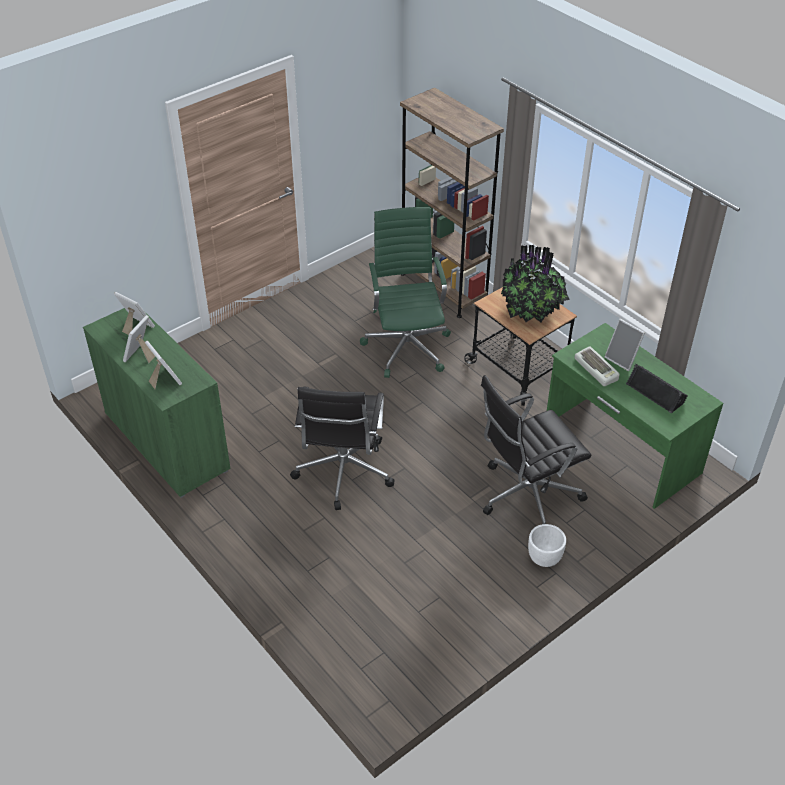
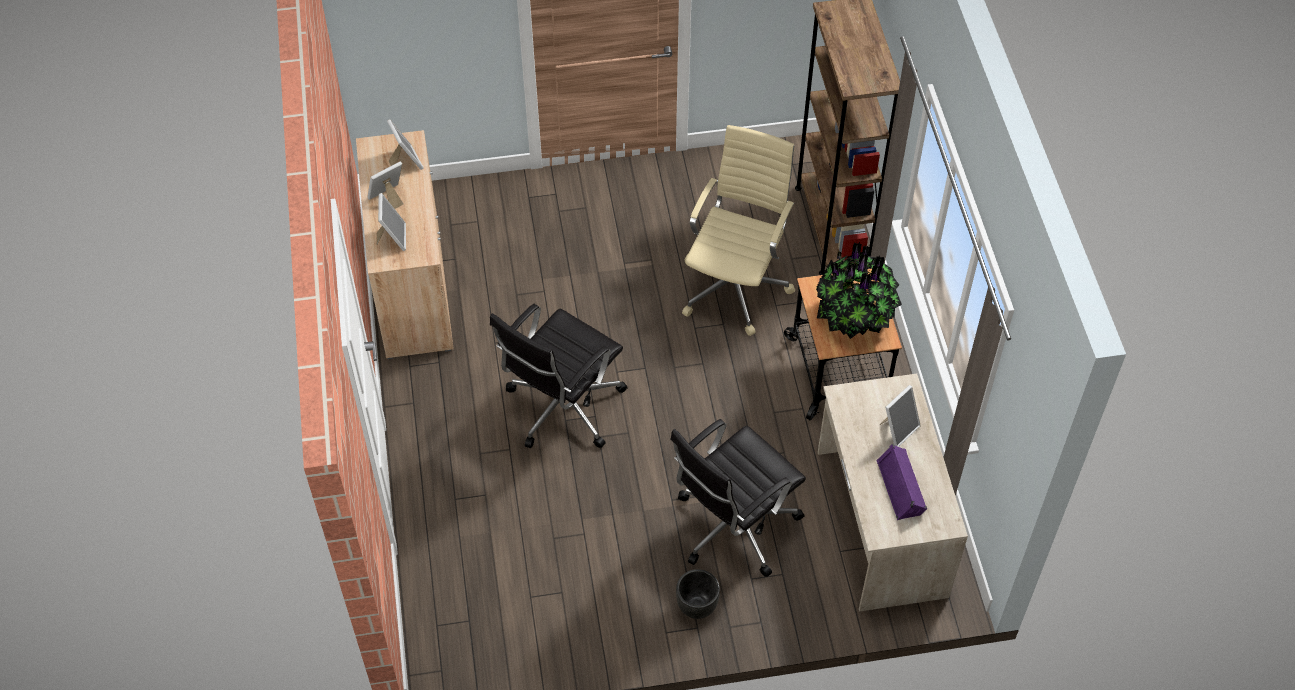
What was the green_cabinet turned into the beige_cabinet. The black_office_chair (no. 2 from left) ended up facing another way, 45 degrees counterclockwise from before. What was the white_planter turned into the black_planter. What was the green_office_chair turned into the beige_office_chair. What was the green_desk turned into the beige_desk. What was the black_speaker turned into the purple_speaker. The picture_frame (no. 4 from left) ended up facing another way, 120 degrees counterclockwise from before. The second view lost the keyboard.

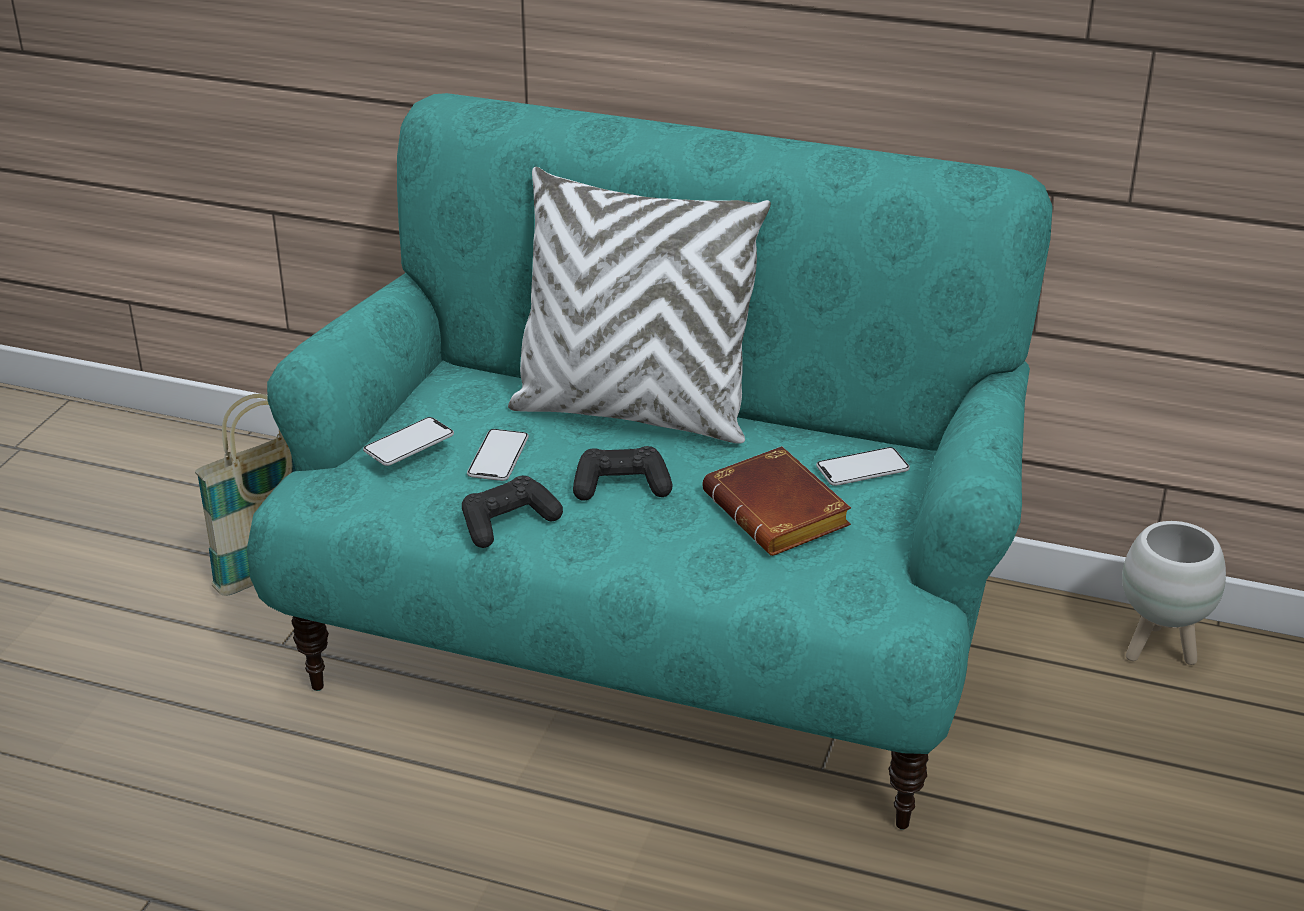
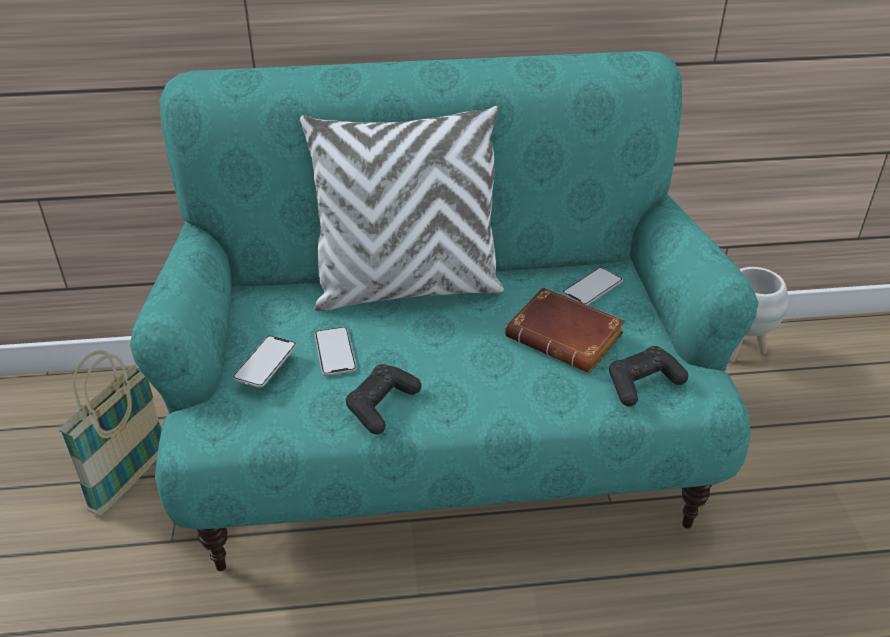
The black_game_controller (no. 2 from left) ended up elsewhere.

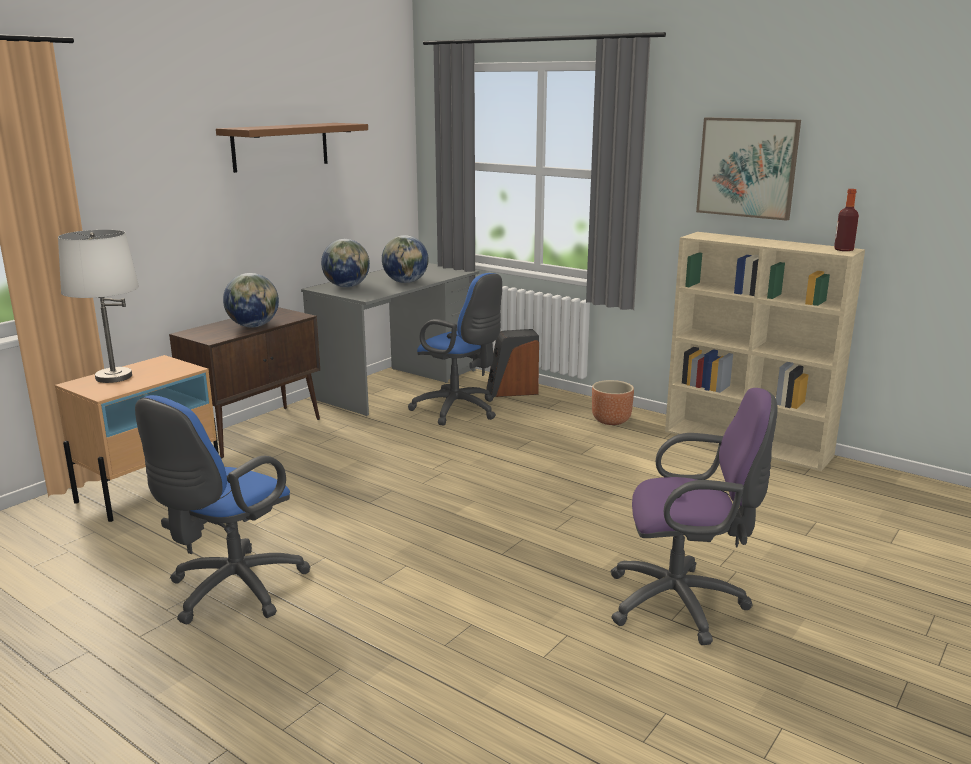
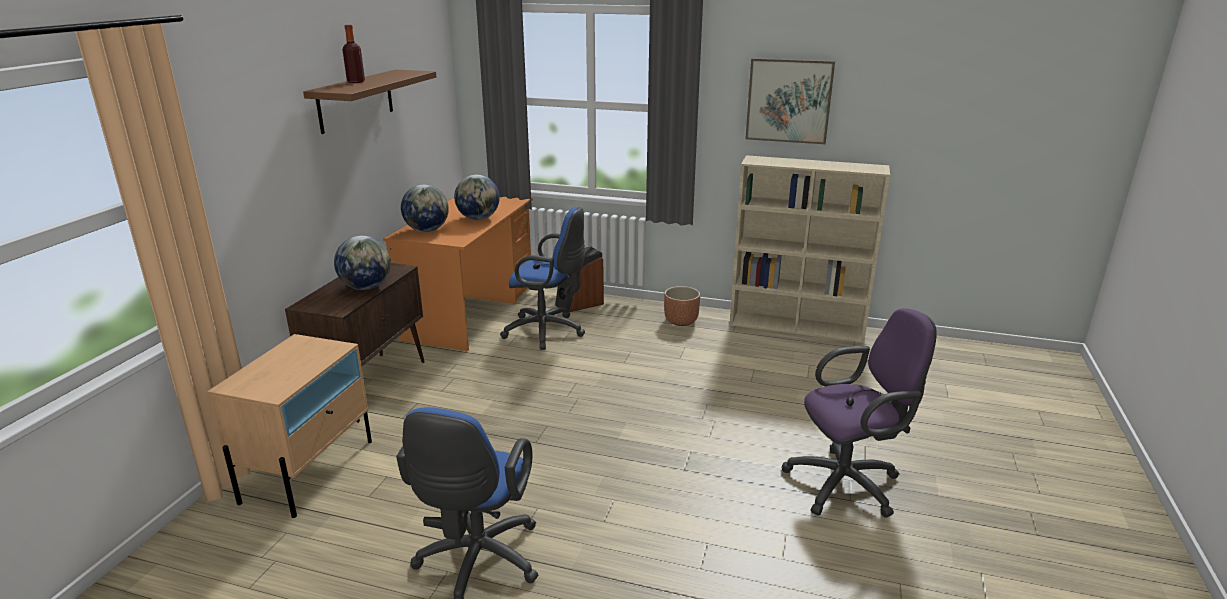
The bottle ended up elsewhere. What was the grey_desk turned into the orange_desk. The second view lost the white_table_lamp.

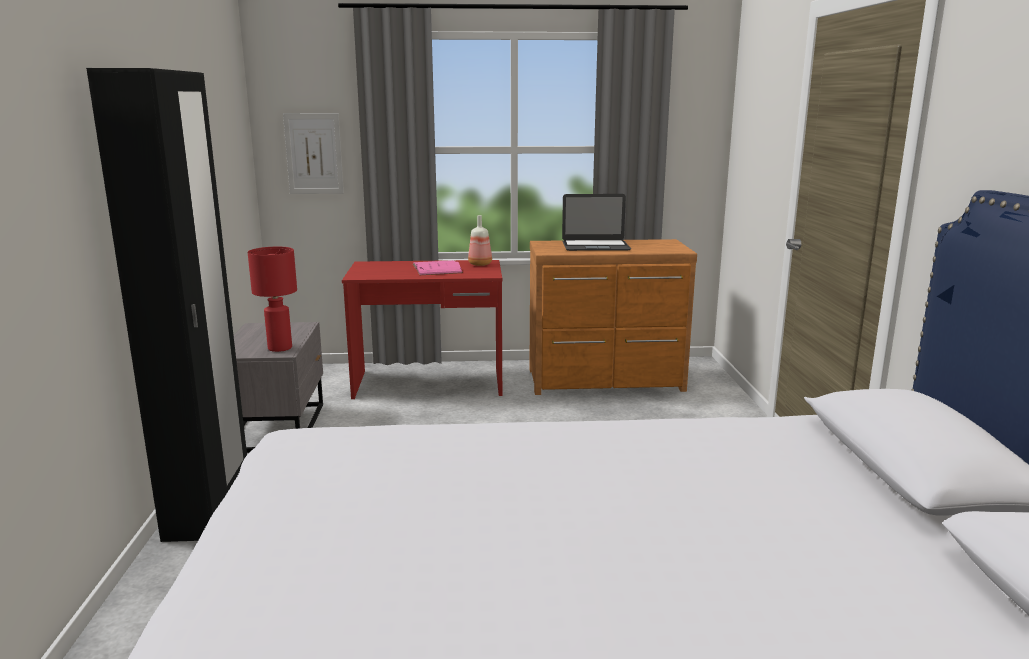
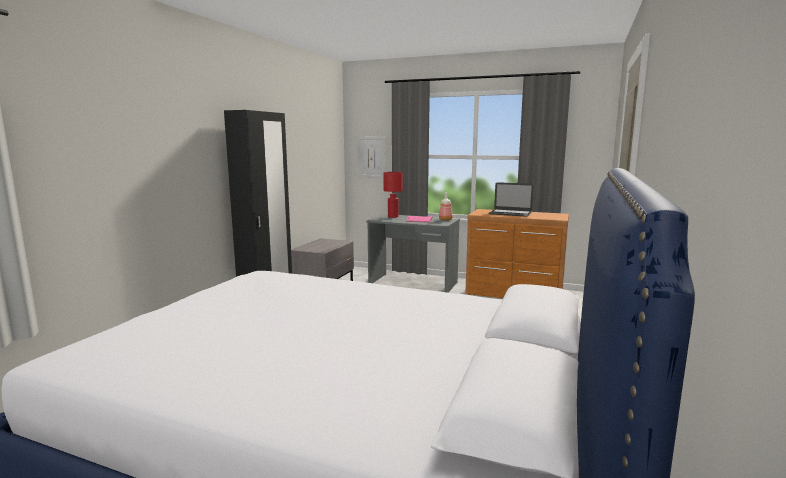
What was the red_desk turned into the grey_desk. The red_table_lamp ended up elsewhere.

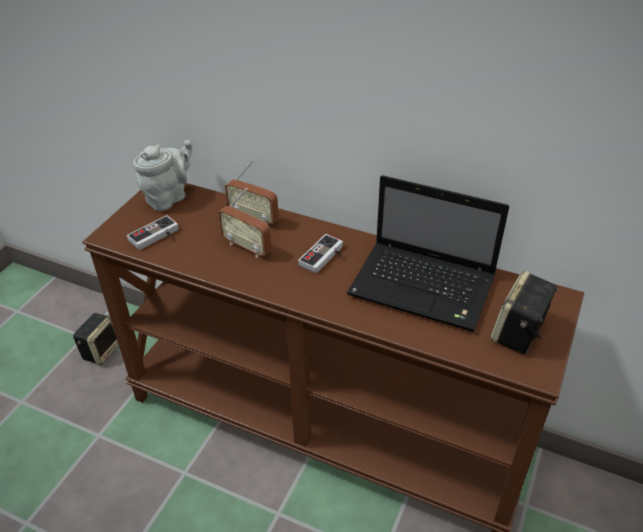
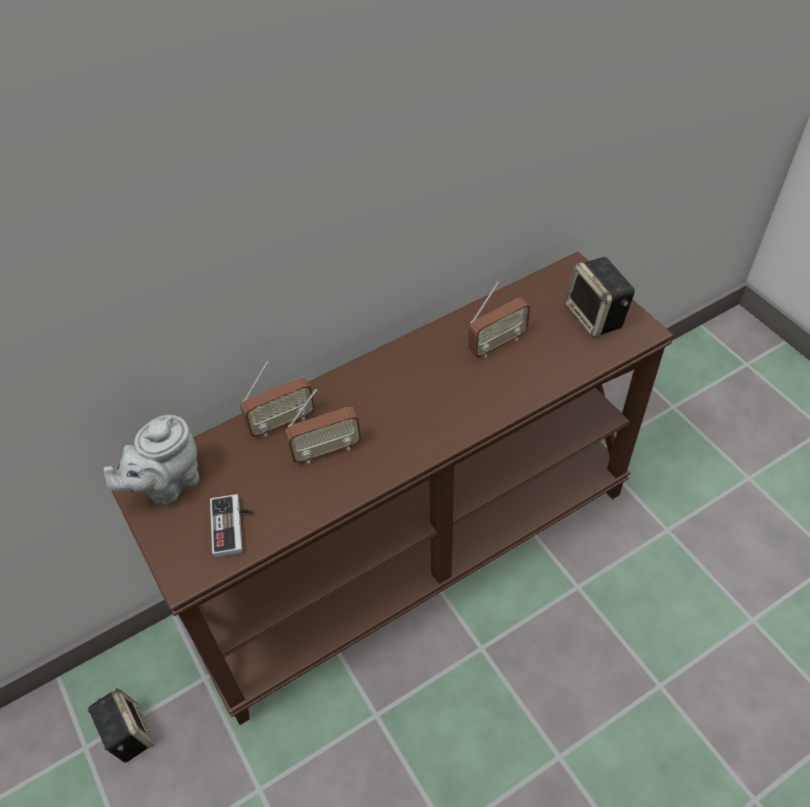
The grey_teapot ended up facing another way, 120 degrees counterclockwise from before. Where the laptop stood, the radio (no. 3 from left) came to stand. The second view lost the game_controller (no. 2 from left).

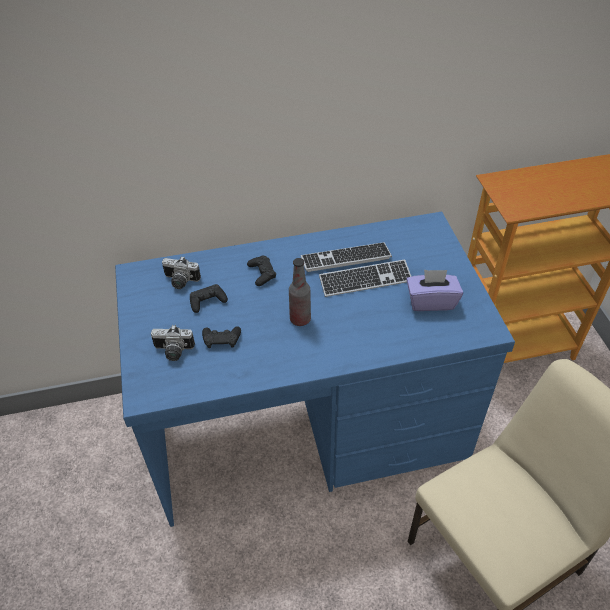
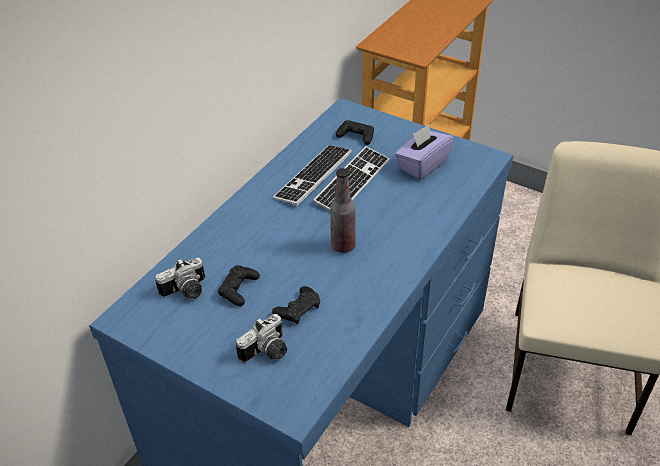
The black_game_controller (no. 3 from left) ended up elsewhere.

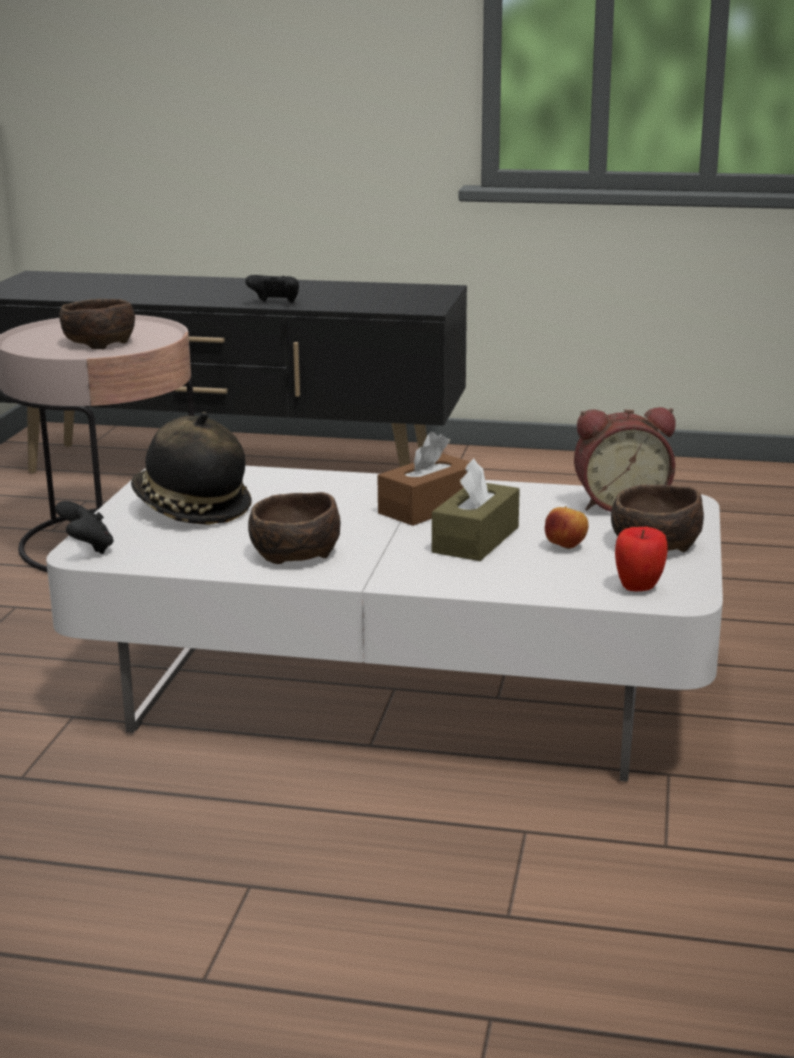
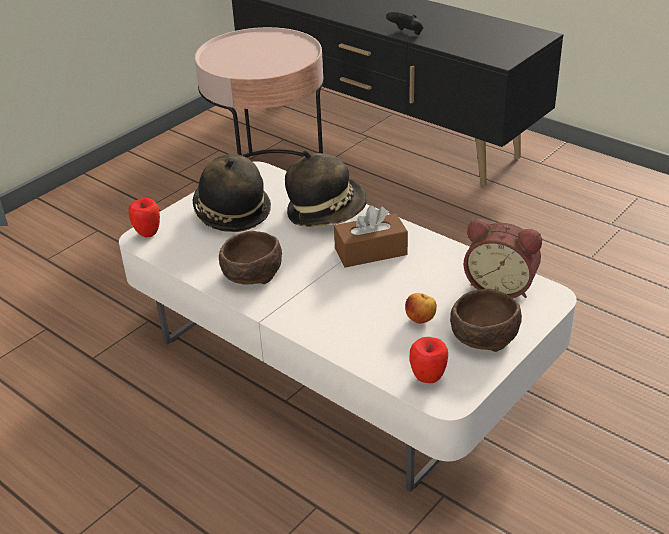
Where the black_game_controller (no. 1 from left) stood, the apple (no. 1 from left) came to stand. The second view gained the hat (no. 2 from left). The second view lost the brown_bowl (no. 1 from left). The second view lost the brown_tissue_box (no. 2 from left).

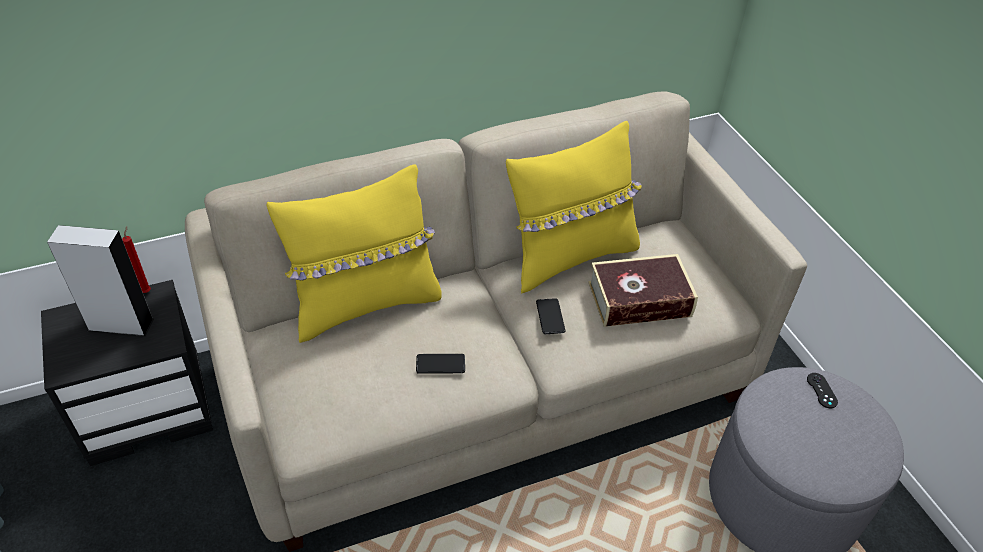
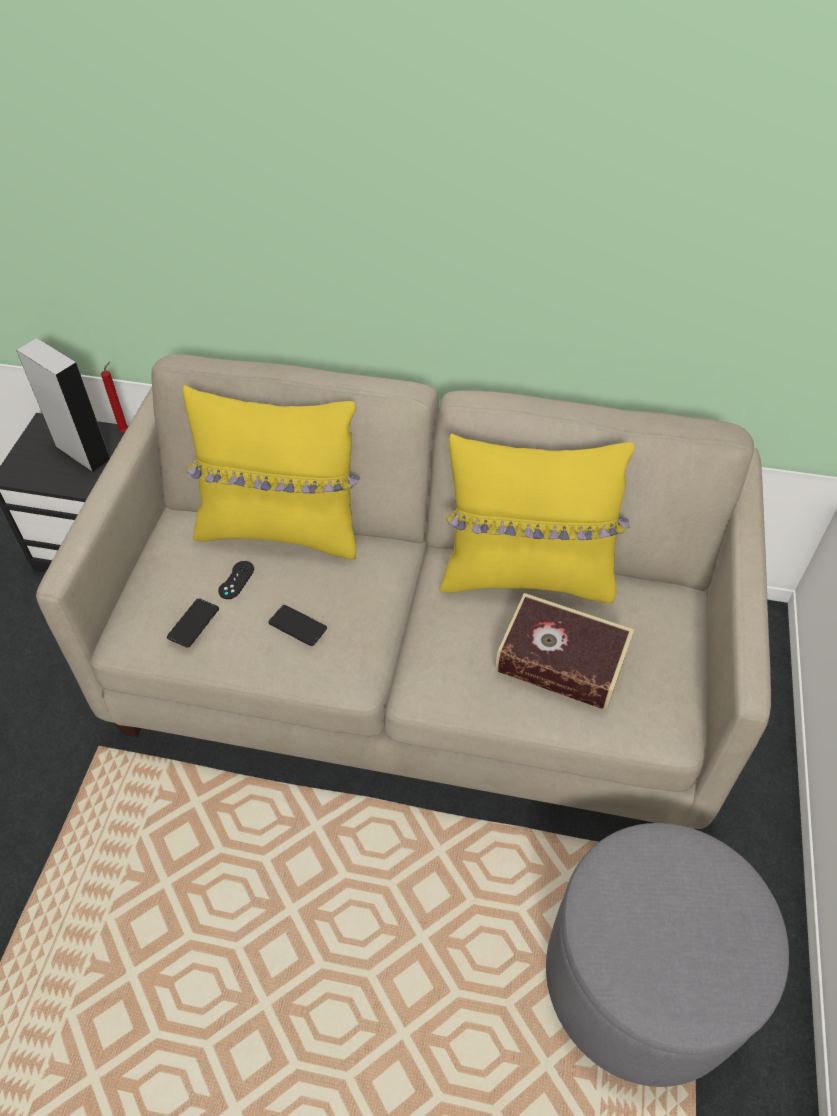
The phone (no. 2 from left in the first image) ended up elsewhere. The black_game_controller ended up elsewhere.

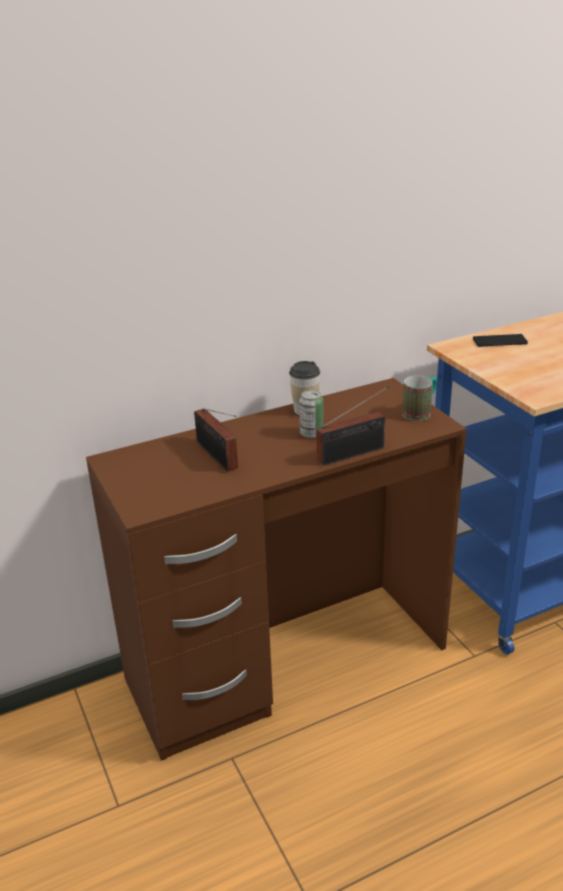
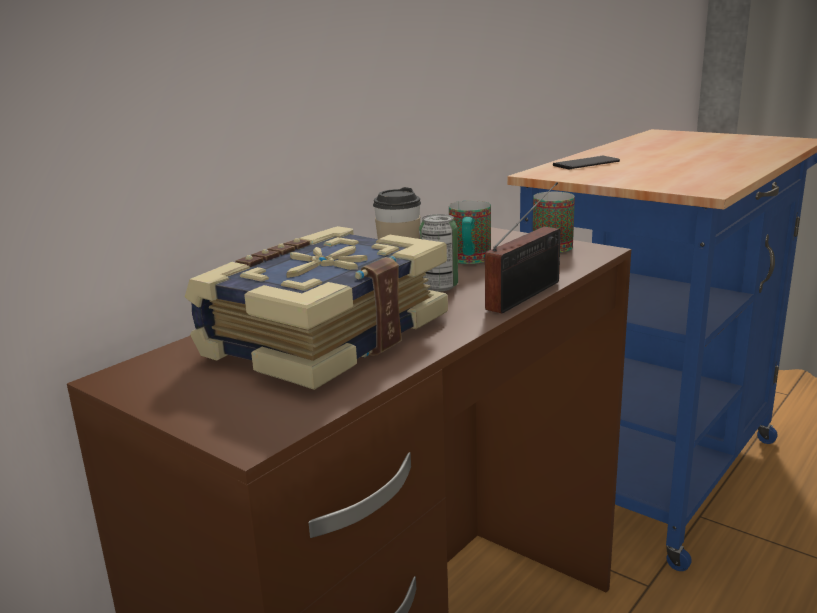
Where the radio (no. 1 from left) stood, the book came to stand. The second view gained the mug (no. 1 from left).

